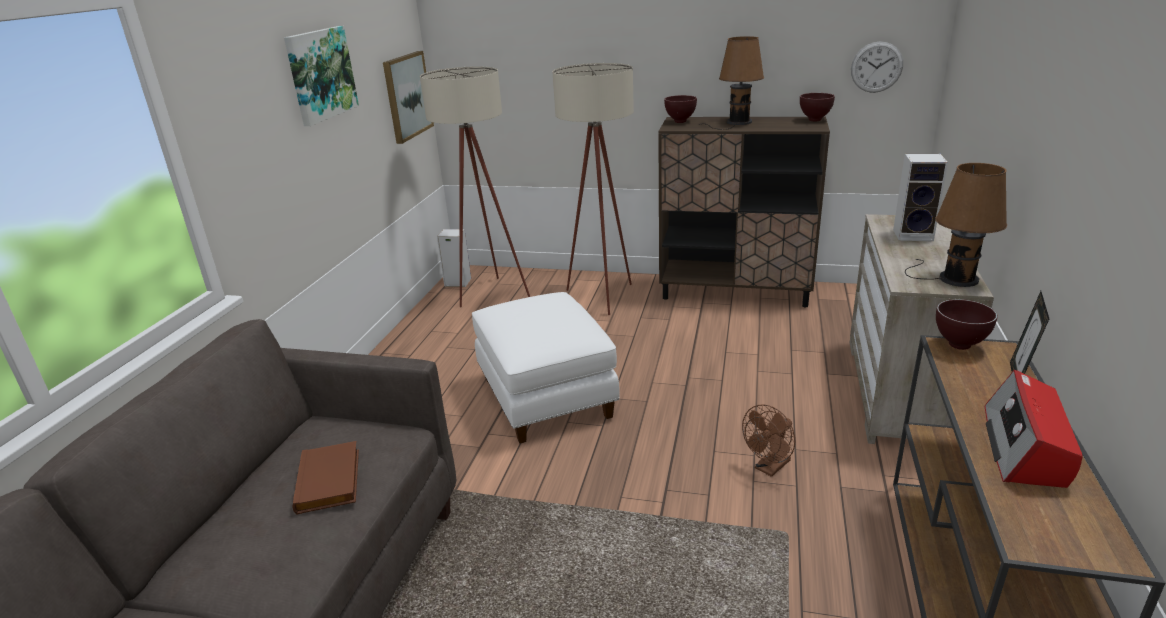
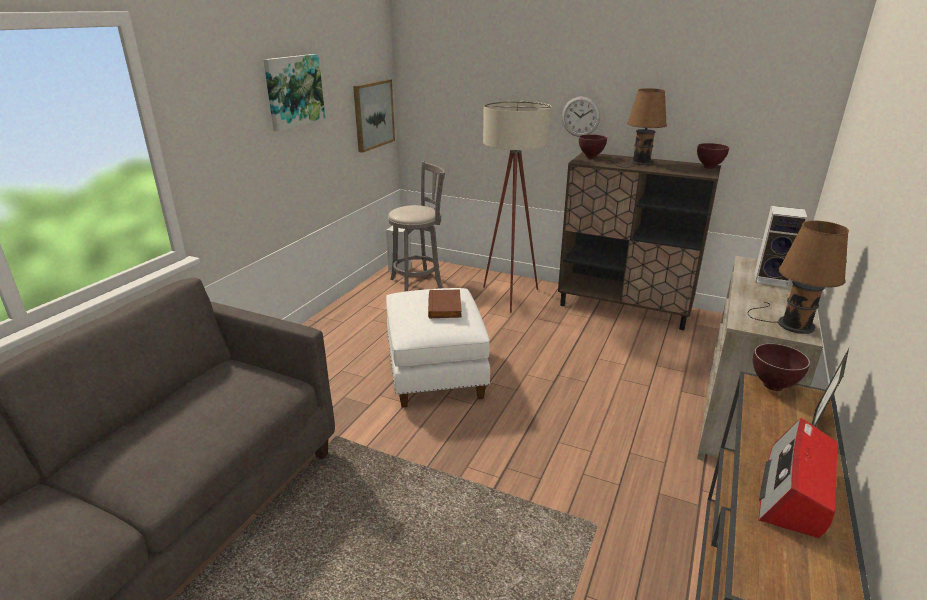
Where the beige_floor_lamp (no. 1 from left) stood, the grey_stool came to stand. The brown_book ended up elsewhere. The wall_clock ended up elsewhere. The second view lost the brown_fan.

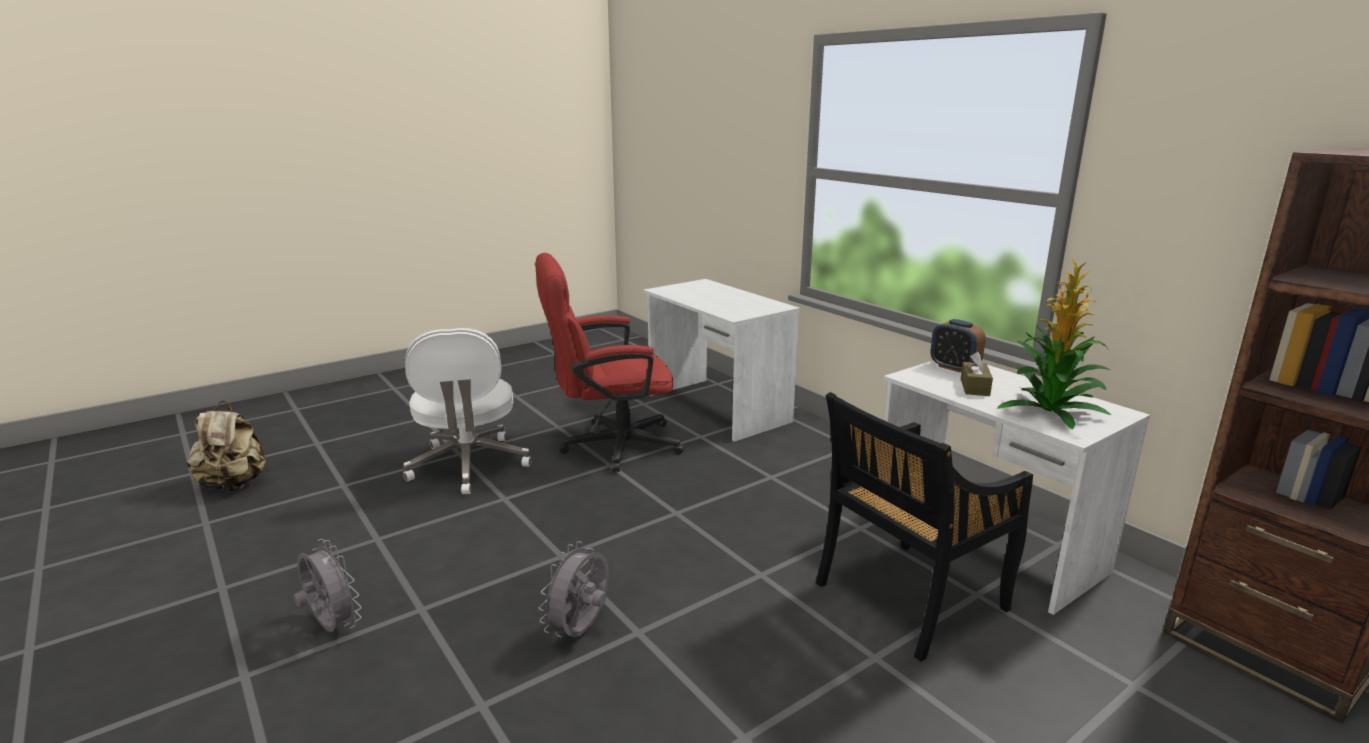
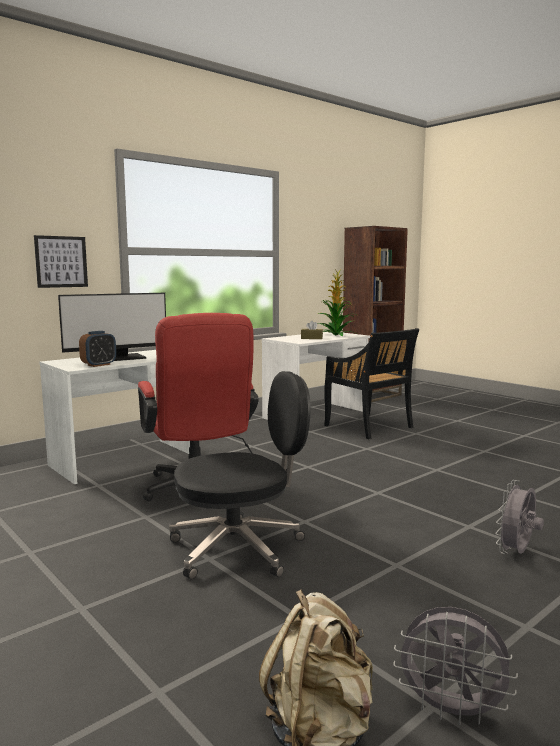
The second view gained the picture. The second view gained the monitor. The alarm_clock ended up elsewhere. What was the white_office_chair turned into the black_office_chair. The grey_fan (no. 2 from left in the first image) ended up elsewhere.

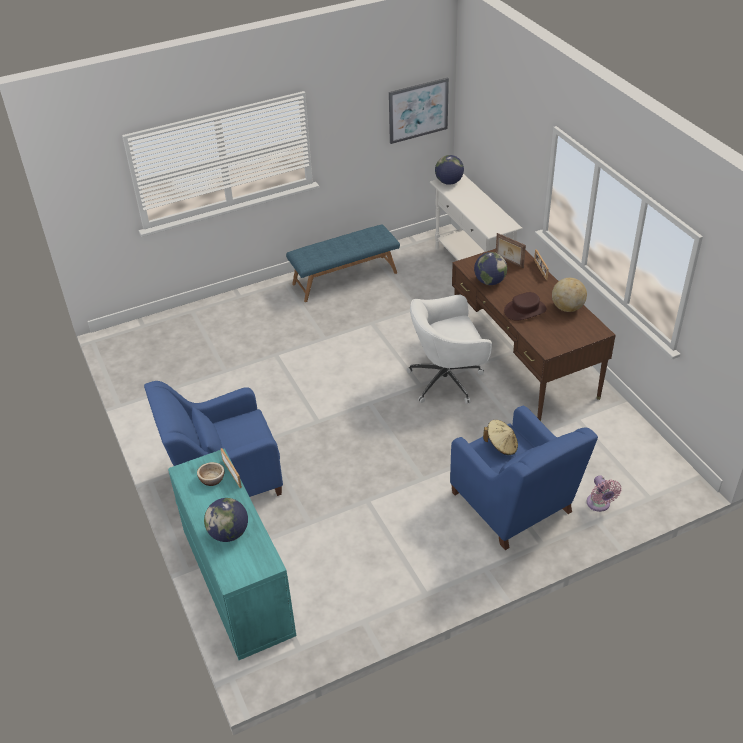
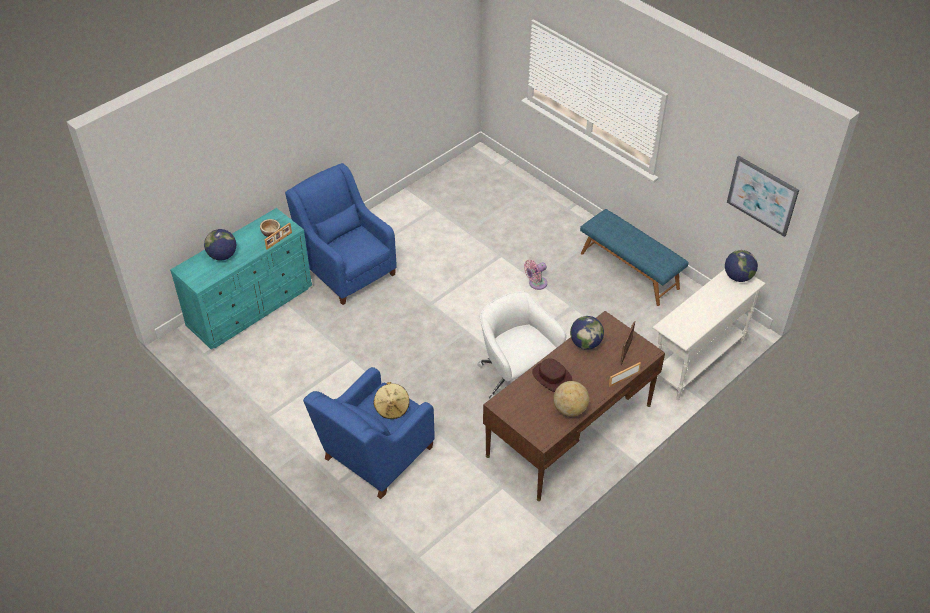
The pink_fan ended up elsewhere.

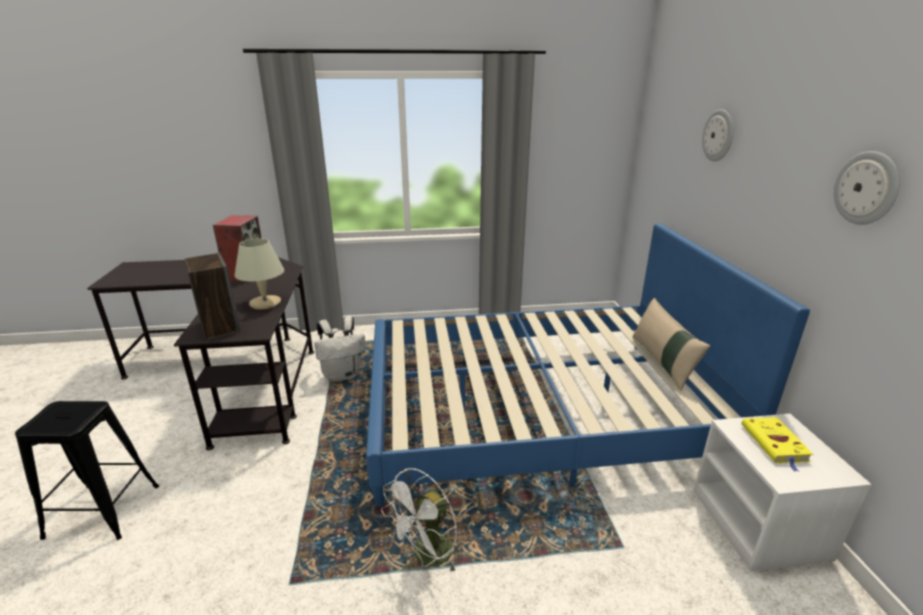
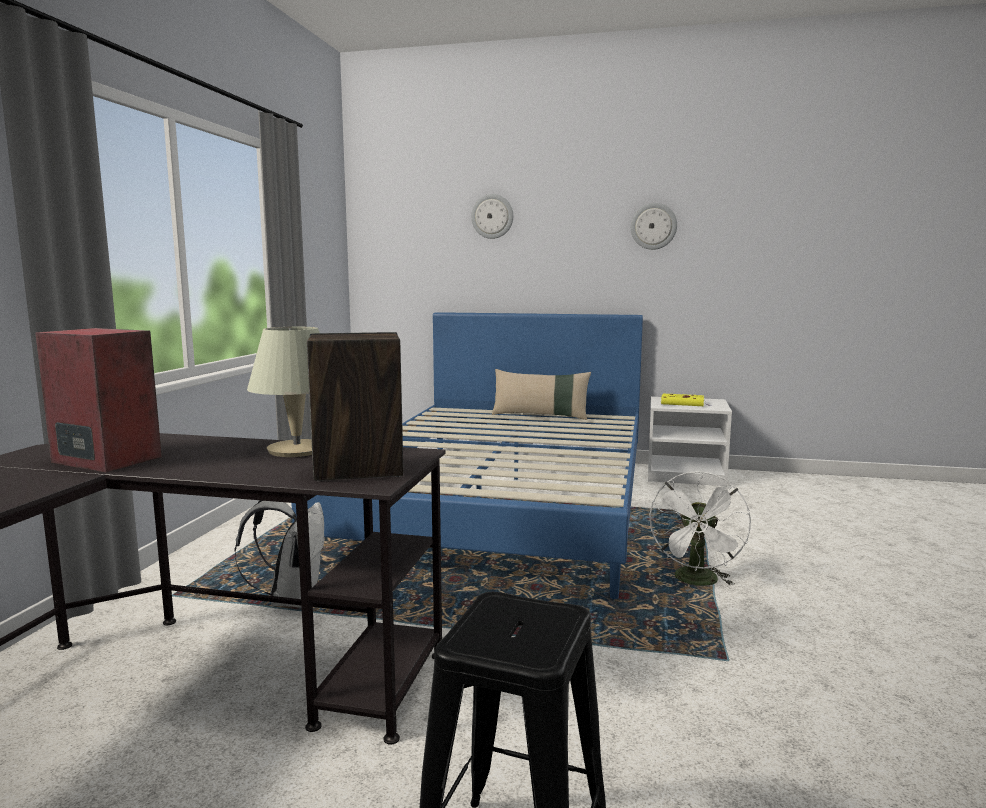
The white_fan ended up facing another way, 45 degrees clockwise from before.

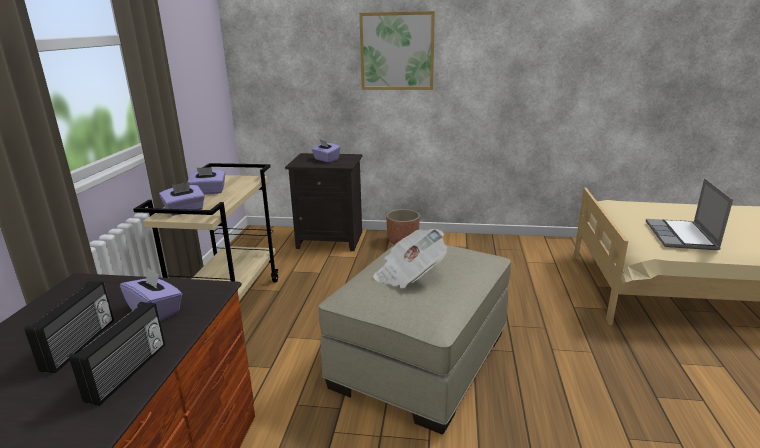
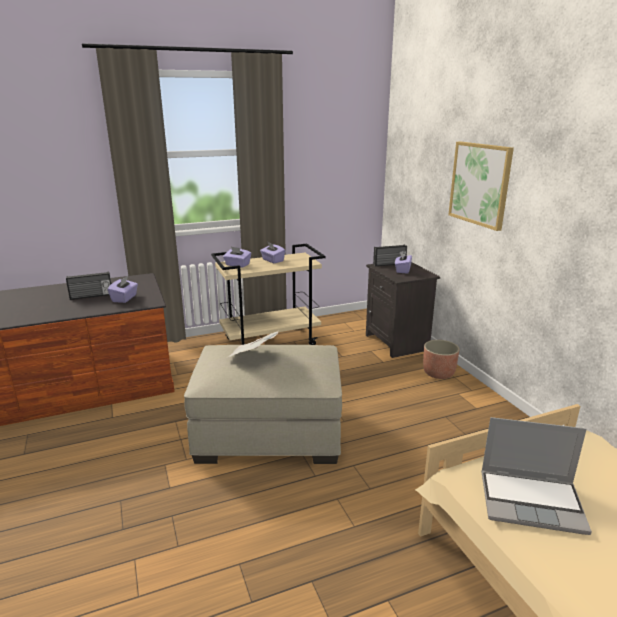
The radio (no. 2 from left) ended up elsewhere. The laptop ended up facing another way, 150 degrees counterclockwise from before.

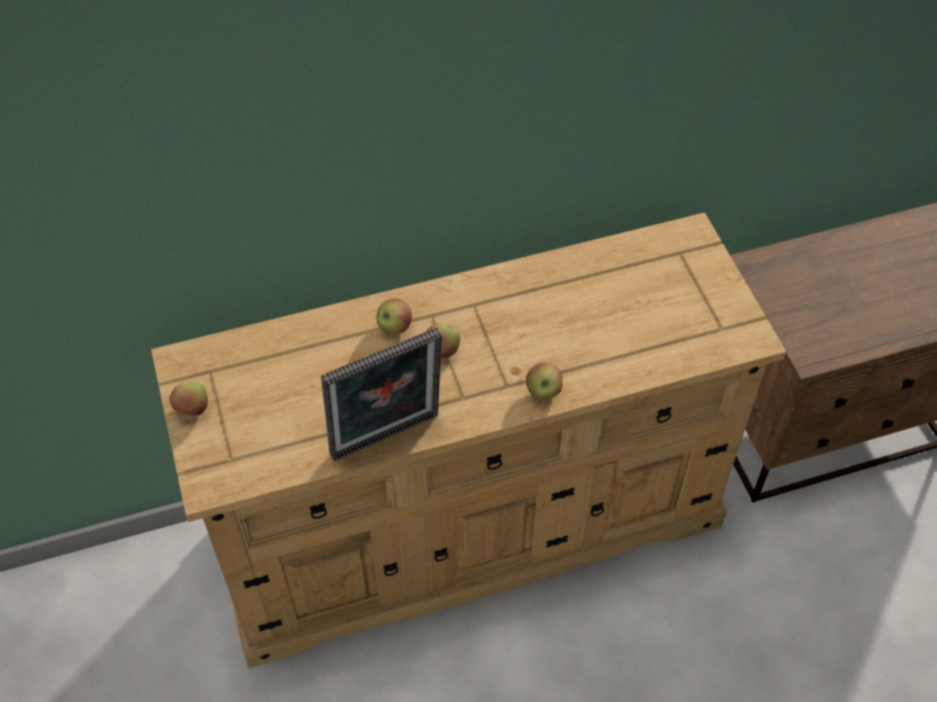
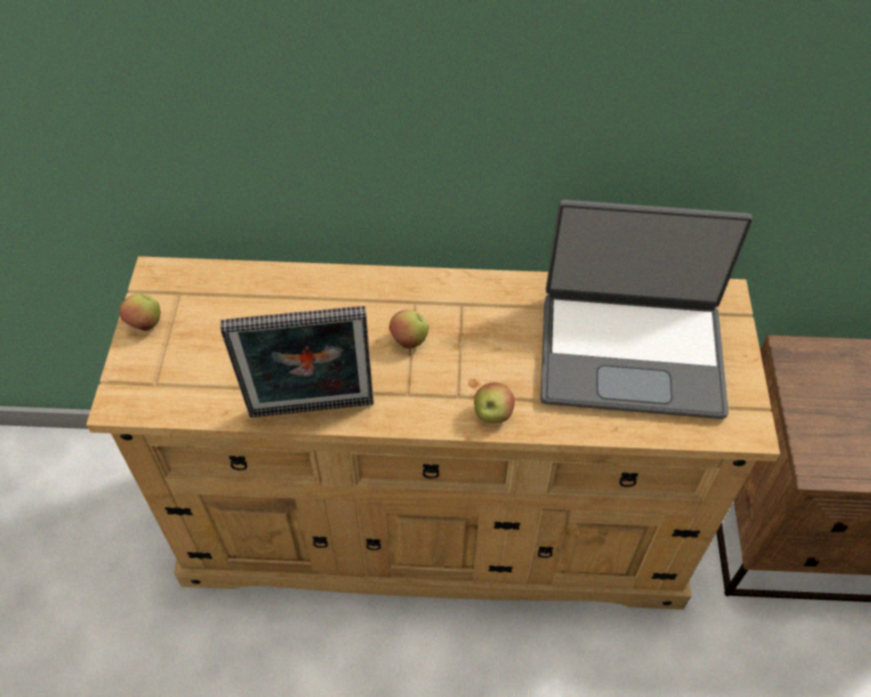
The second view gained the laptop. The second view lost the apple (no. 2 from left).

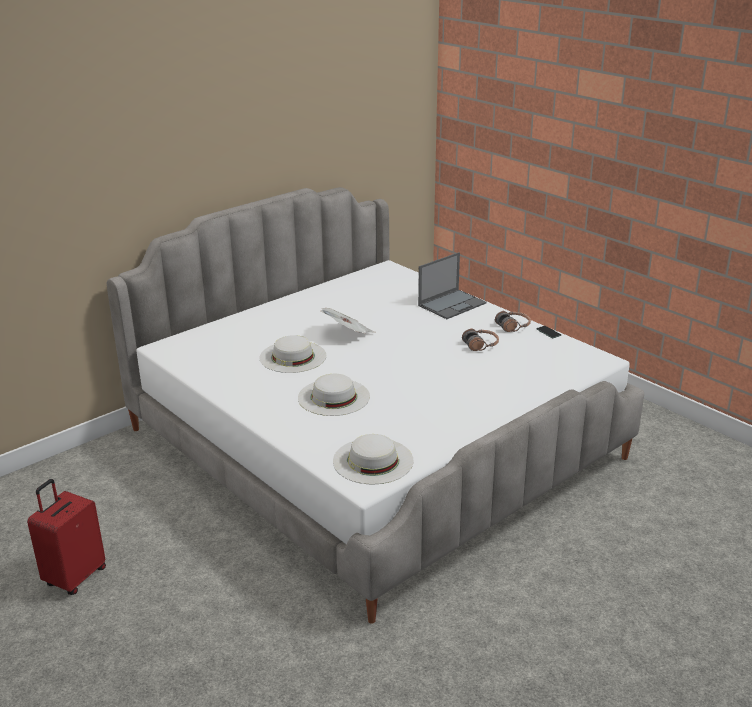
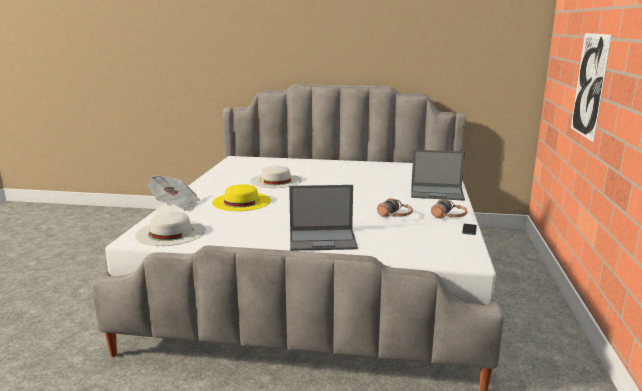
The newspaper ended up elsewhere. What was the white_hat (no. 2 from left) turned into the yellow_hat. The second view gained the laptop (no. 1 from left). The second view gained the picture. The second view lost the red_suitcase.

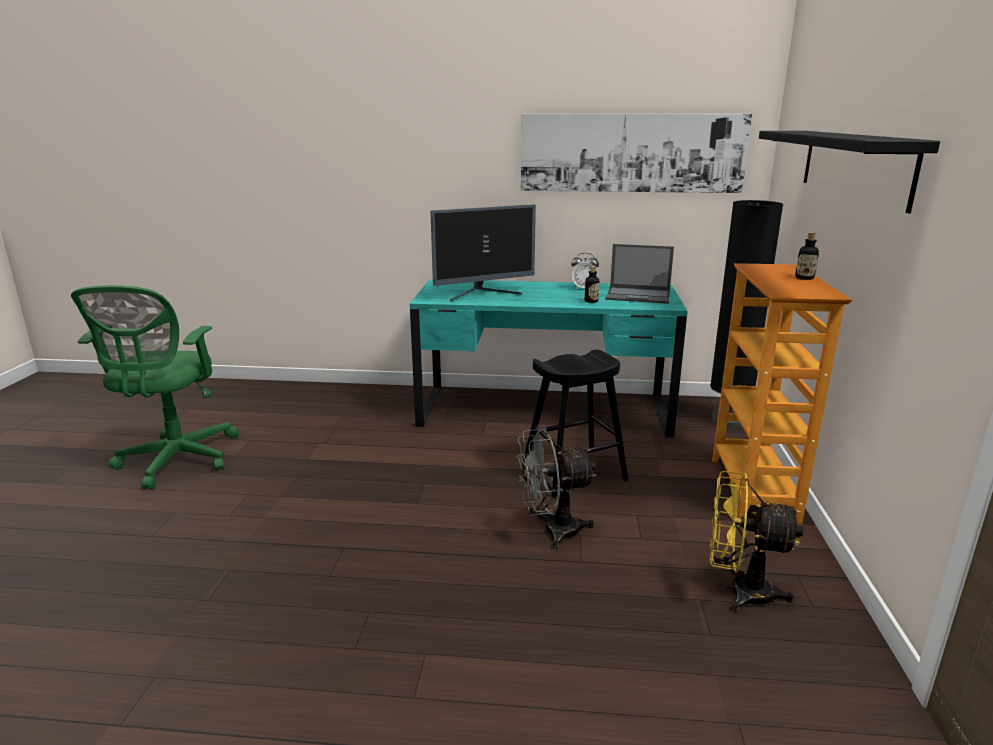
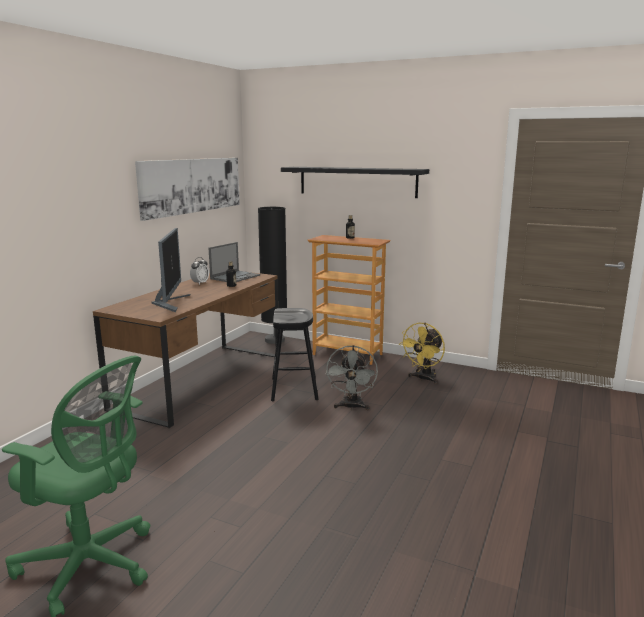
What was the turquoise_desk turned into the brown_desk.

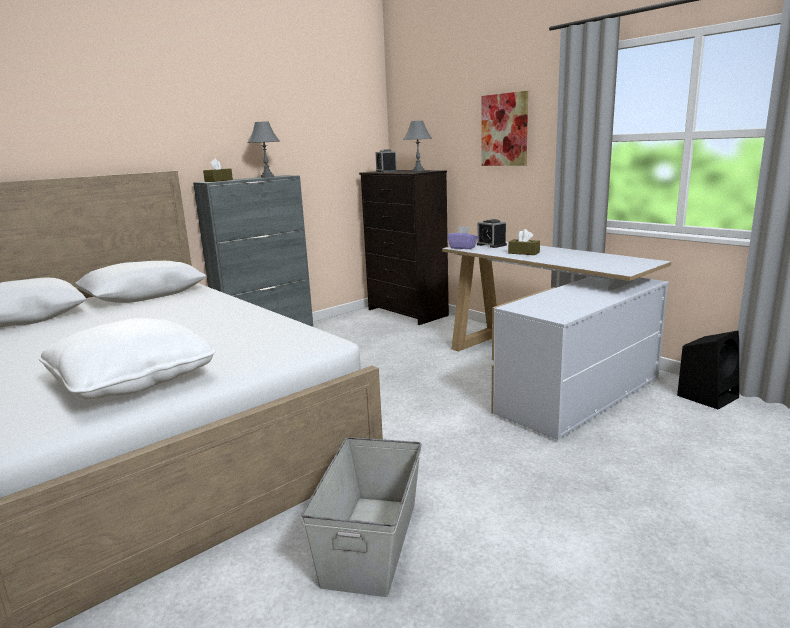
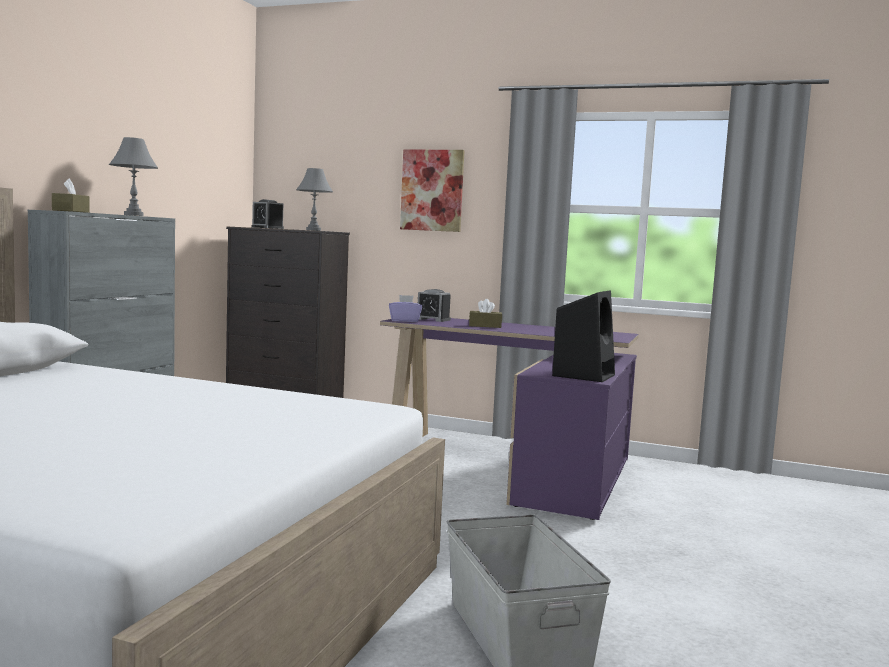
What was the white_desk turned into the purple_desk. The black_speaker ended up elsewhere. The second view lost the white_pillow.

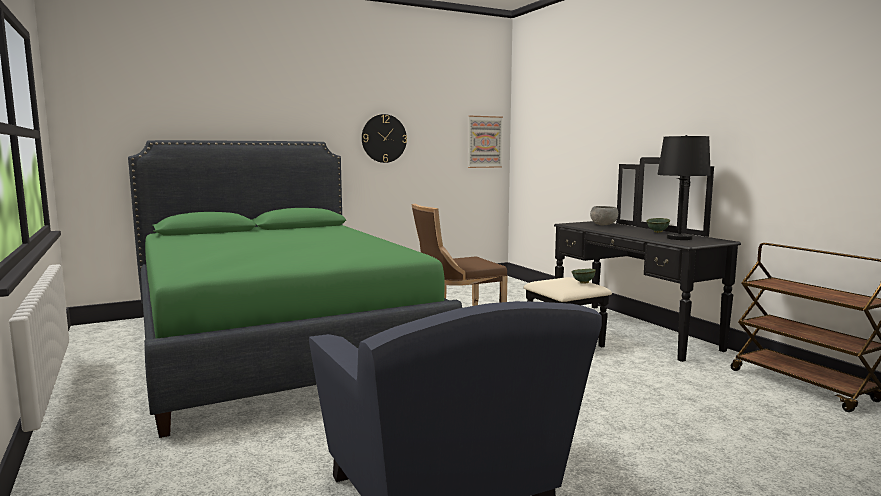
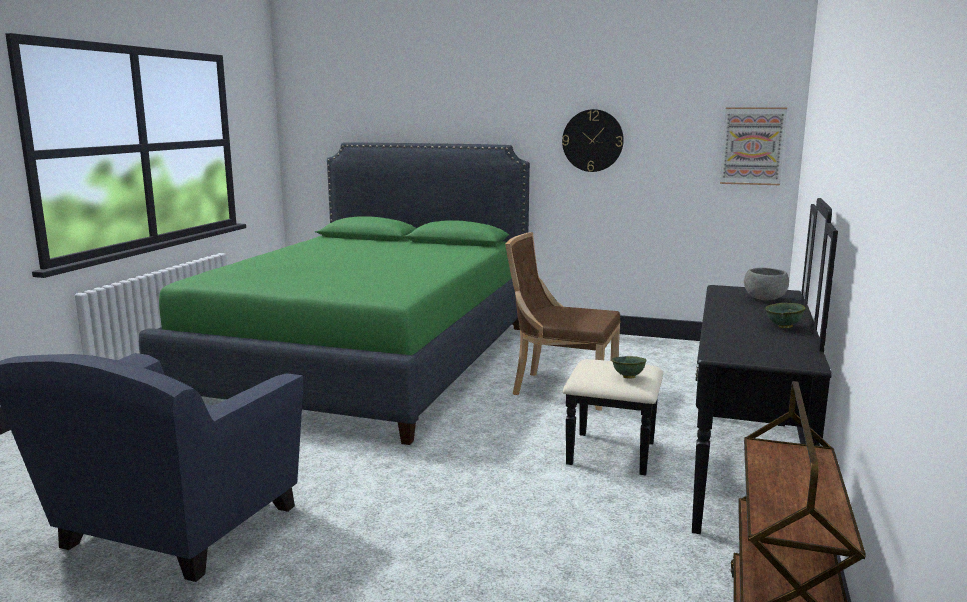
The second view lost the black_table_lamp.

